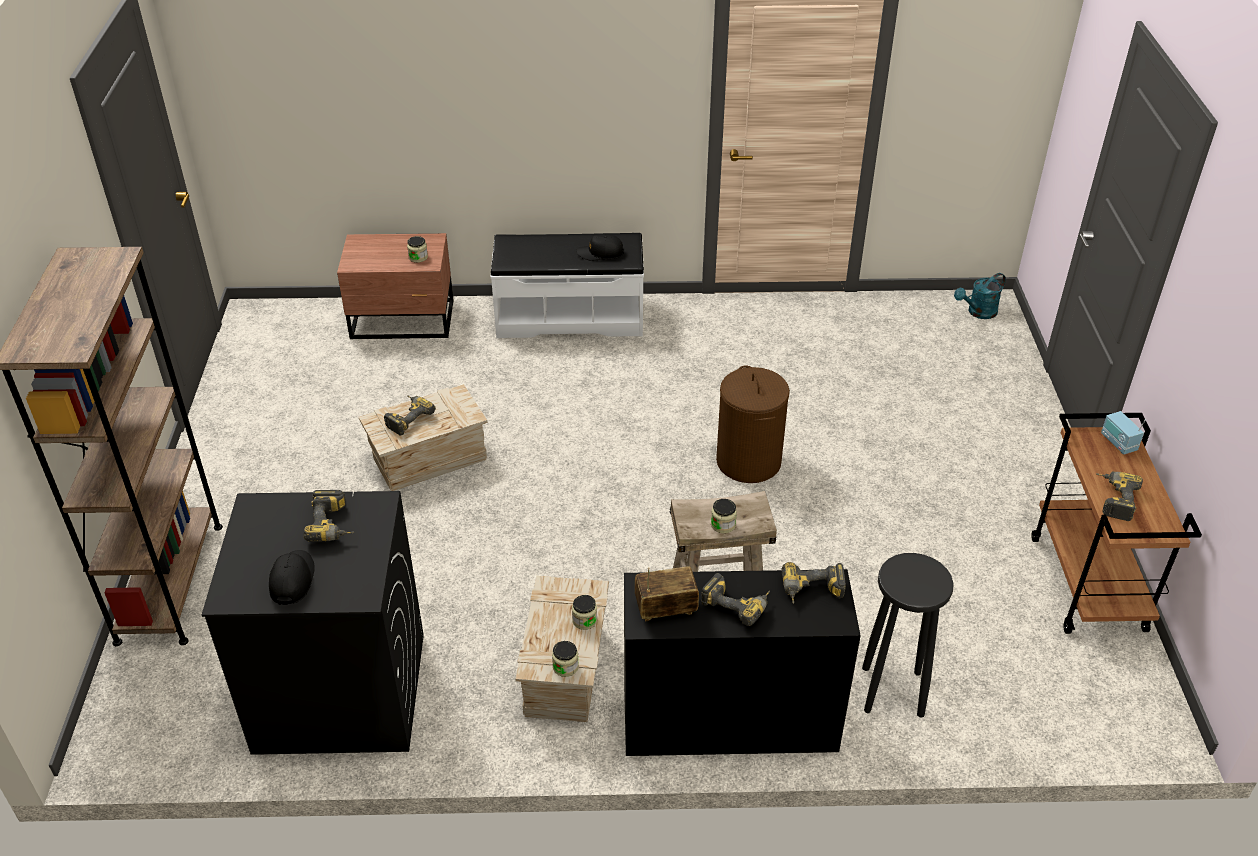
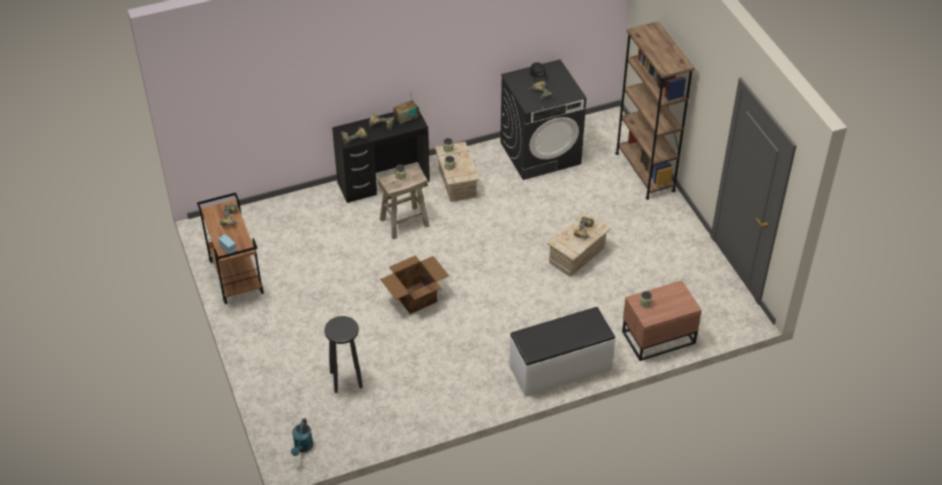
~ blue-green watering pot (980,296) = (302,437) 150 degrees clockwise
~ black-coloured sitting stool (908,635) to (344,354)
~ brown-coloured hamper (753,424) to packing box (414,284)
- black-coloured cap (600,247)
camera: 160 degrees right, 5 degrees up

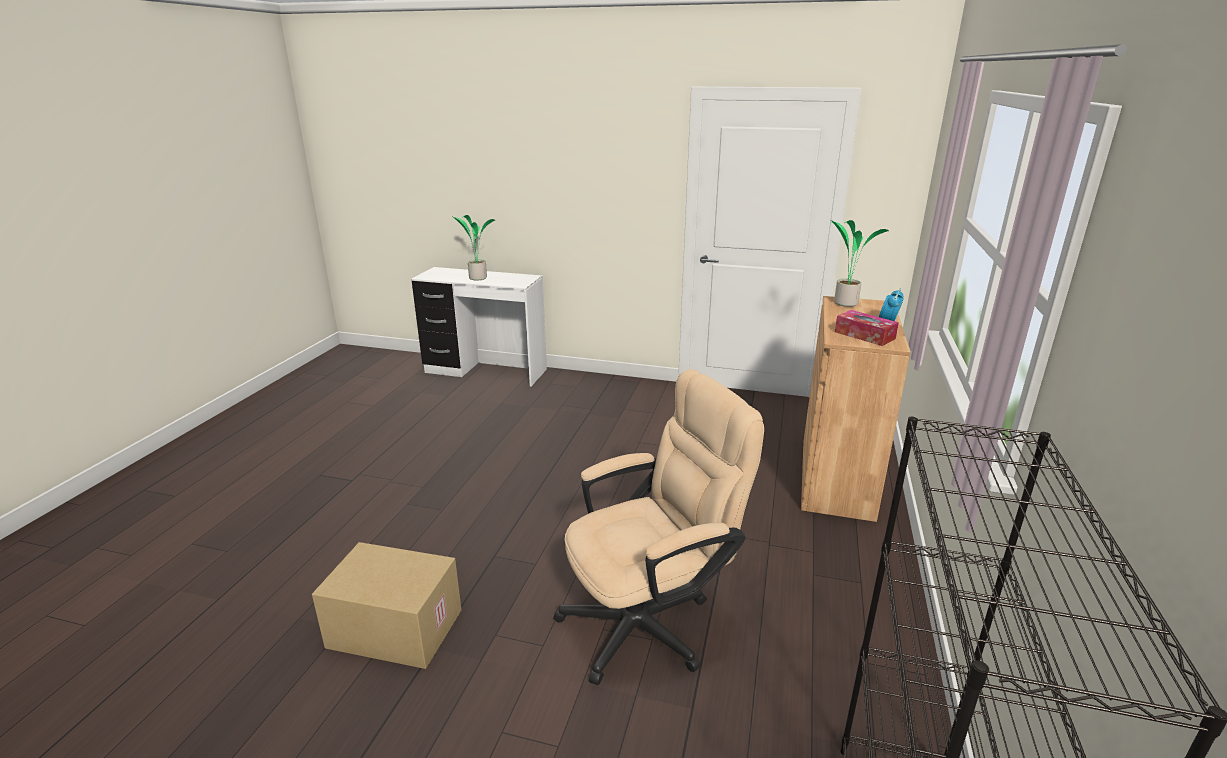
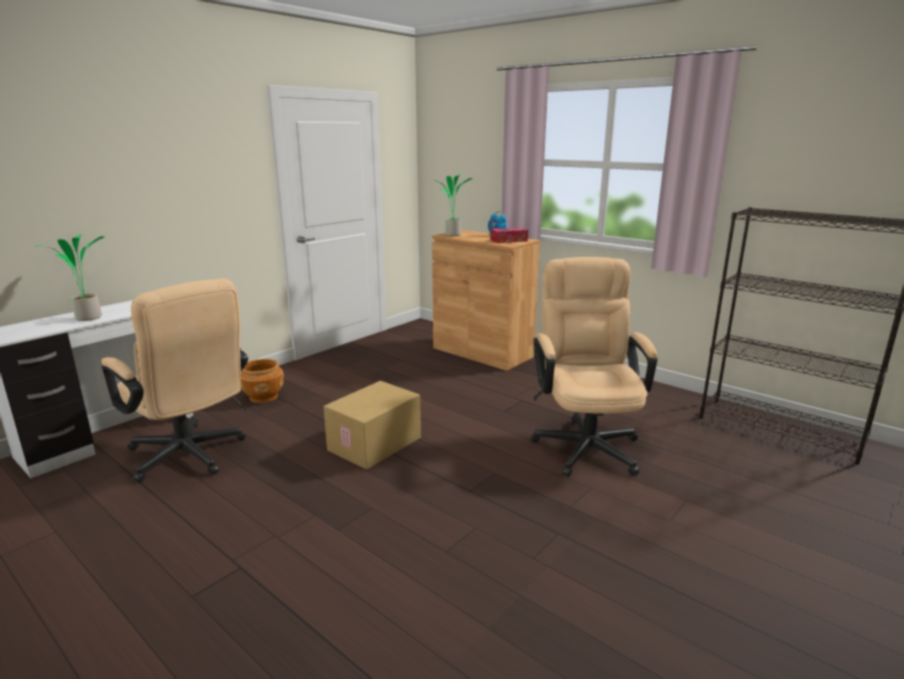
+ beige office chair (174,380)
+ brown-coloured planter (262,381)
~ packing box (386,605) to (372,425)
camera: 65 degrees left, 5 degrees down

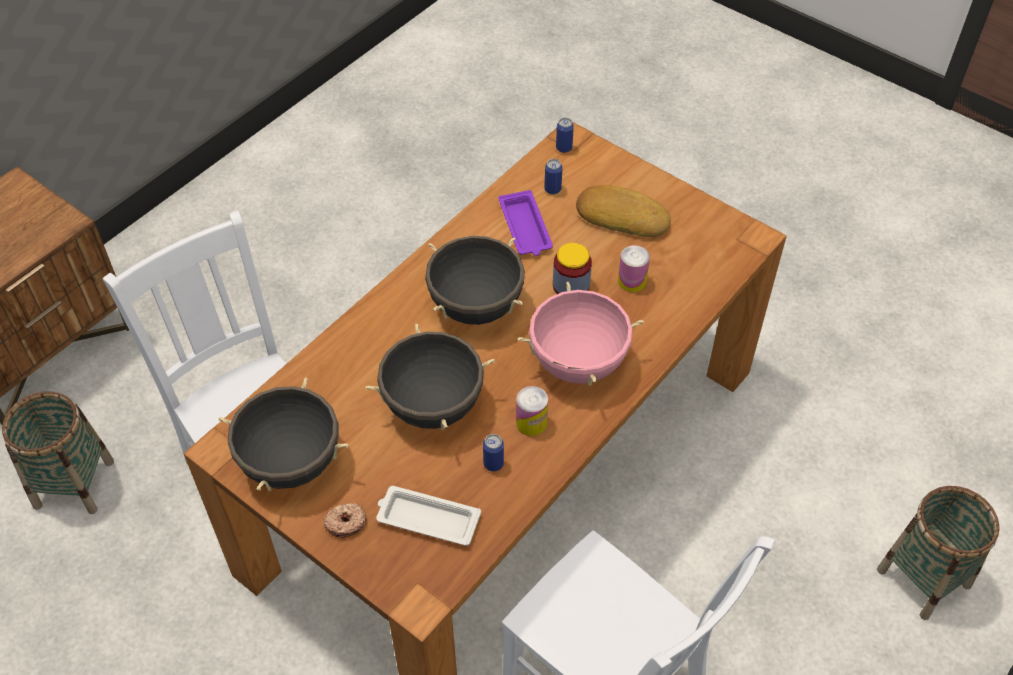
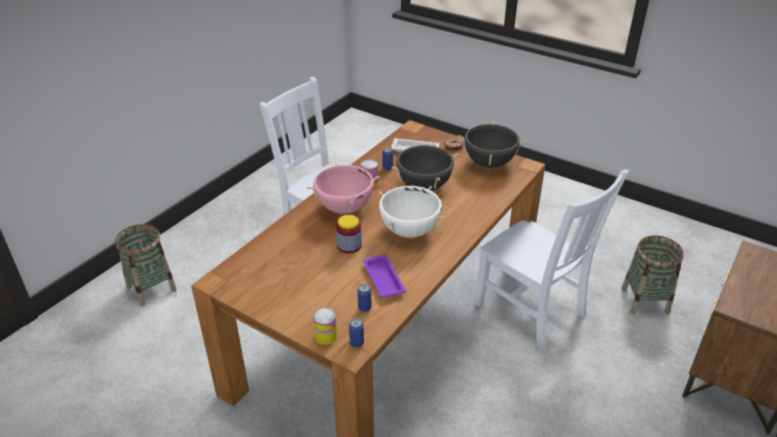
~ metal can (634,268) to (325,326)
~ black-coloured saucepot (475,280) to white-coloured saucepot (411,212)
- bread (623,211)
camera: 175 degrees right, 15 degrees down

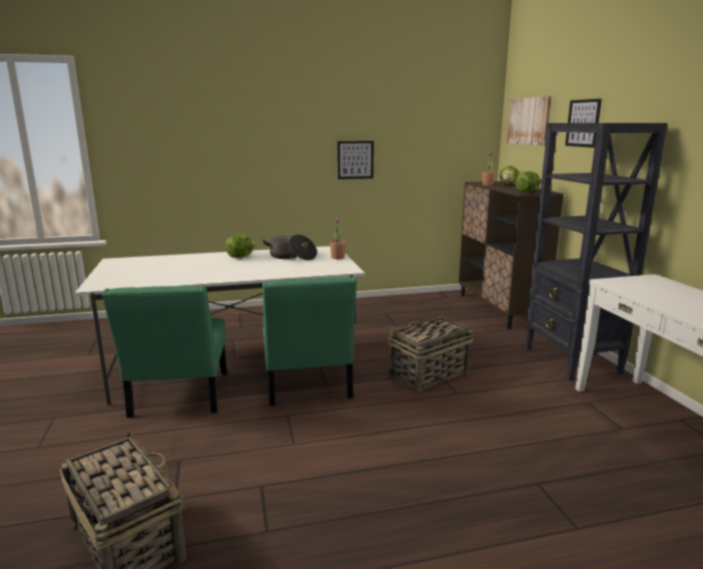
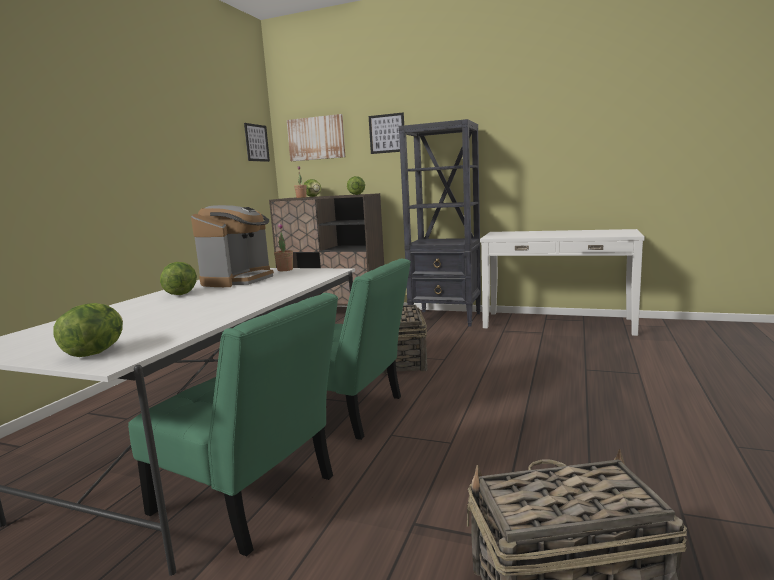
+ lettuce head (88,330)
~ saucepot (289,247) to coffee brewer (232,246)
~ wall art (355,160) to (257,142)
camera: 55 degrees left, 5 degrees down

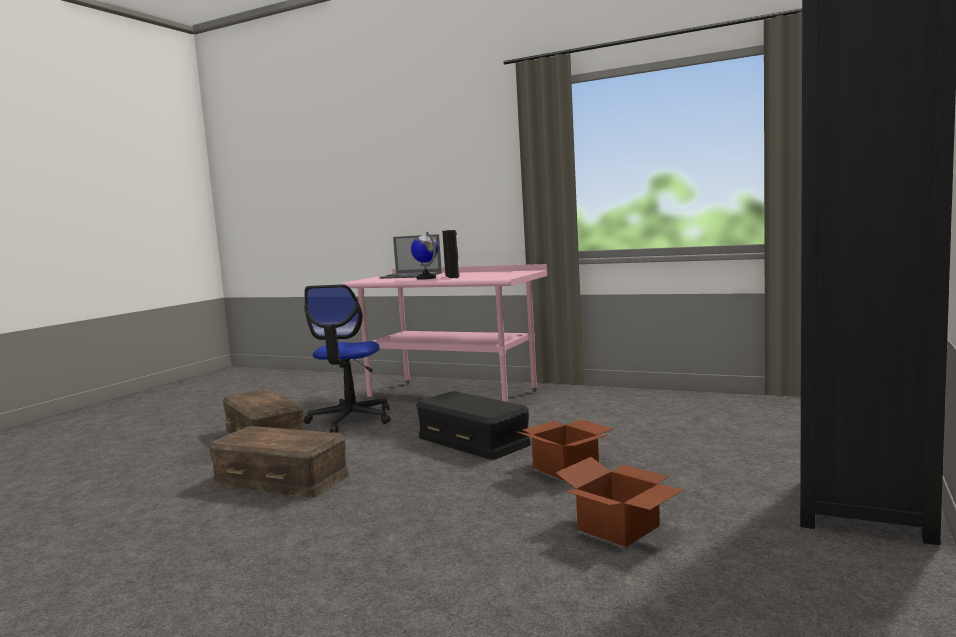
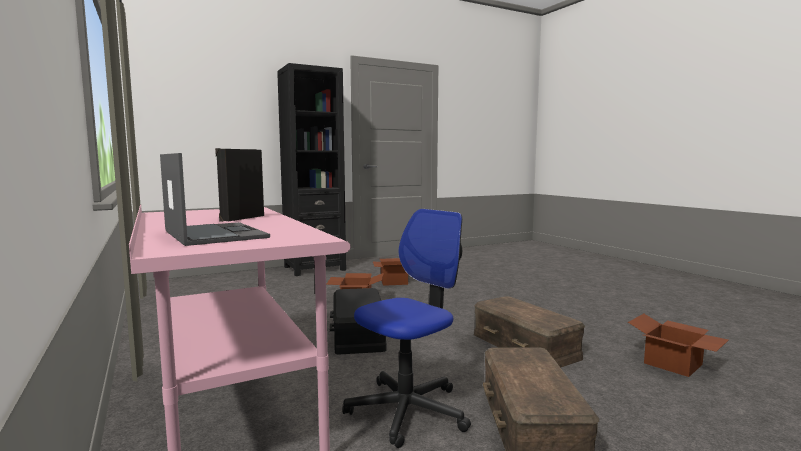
+ packing box (678,345)
- globe (424,256)
camera: 145 degrees left, 0 degrees up

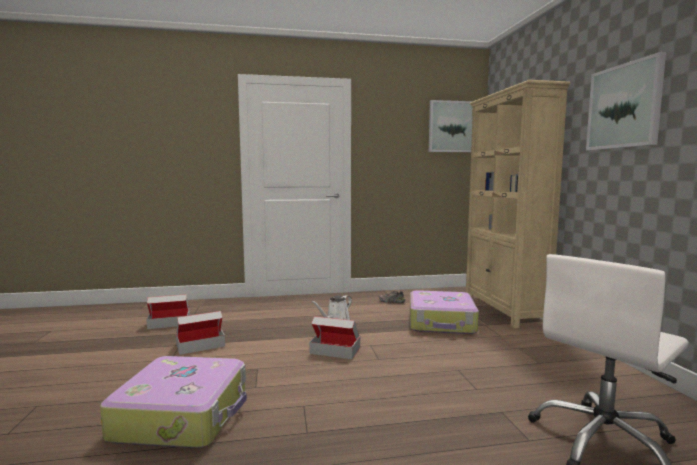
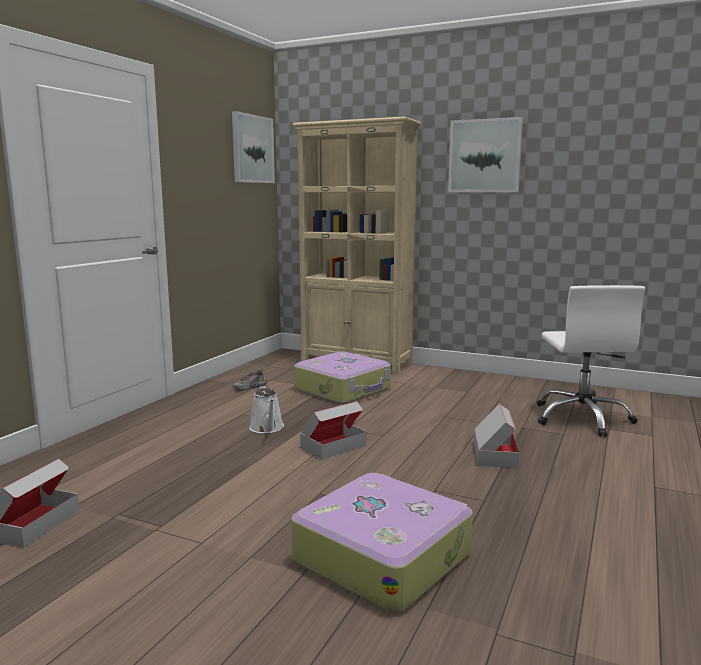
~ packing box (200,333) to (496,436)
camera: 55 degrees left, 5 degrees up

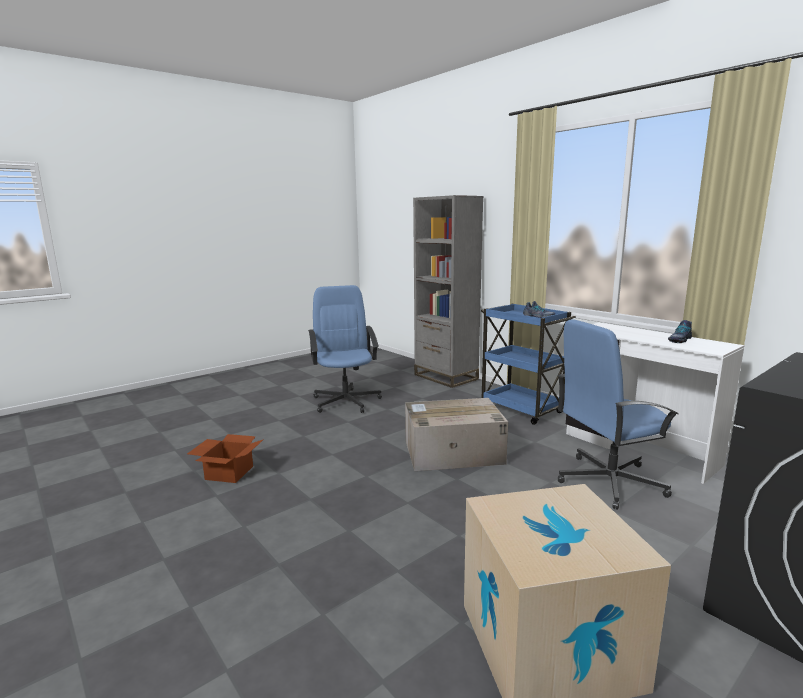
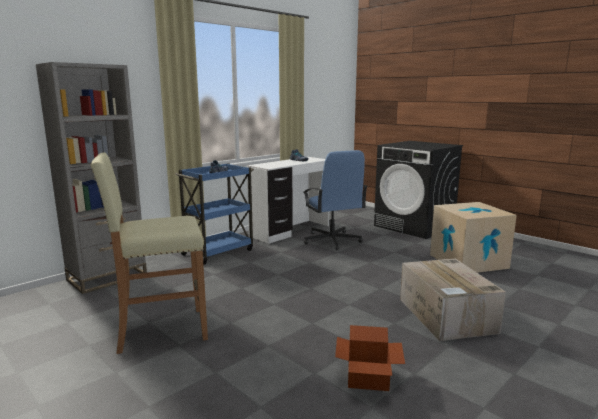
~ blue-coloured office chair (345,349) to beige sitting stool (149,253)
~ packing box (456,434) to (453,300)
camera: 95 degrees left, 0 degrees up

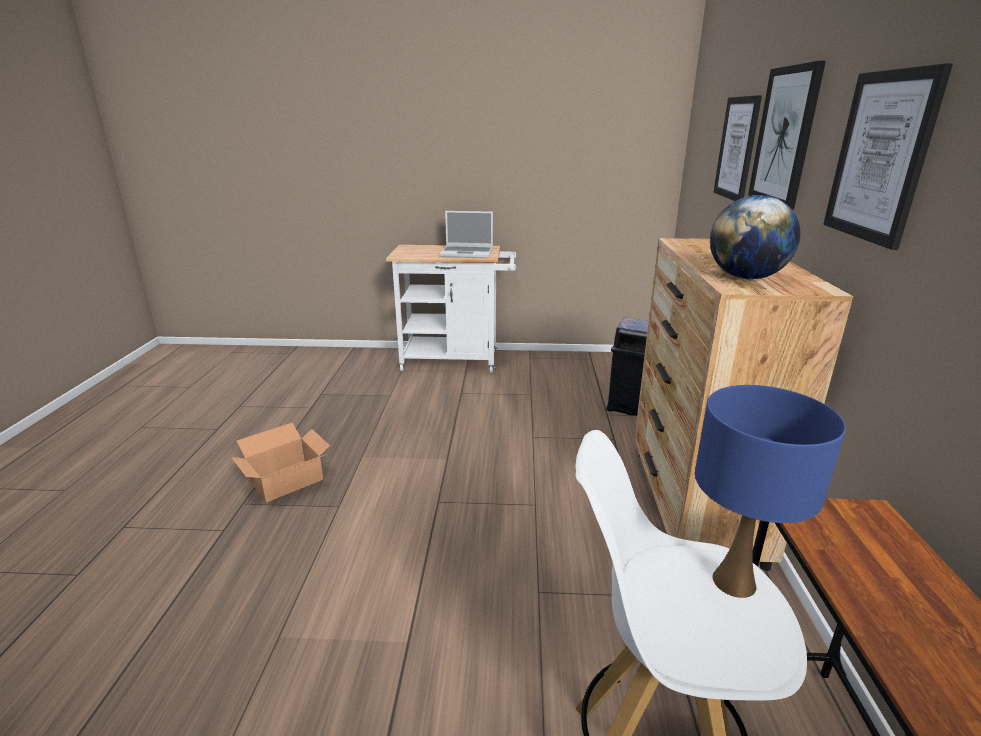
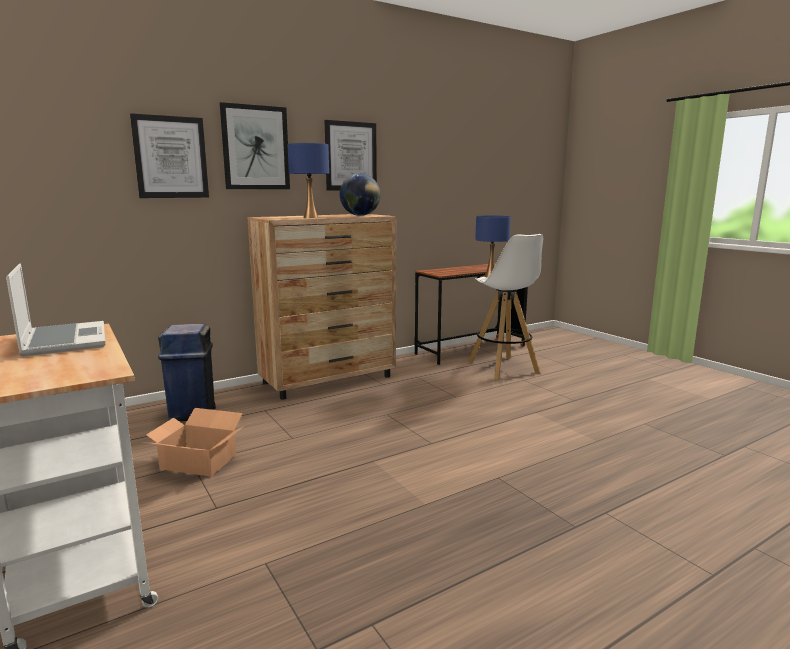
~ packing box (280,462) to (193,442)
+ blue-coloured lamp for a table (308,180)
camera: 125 degrees left, 10 degrees down

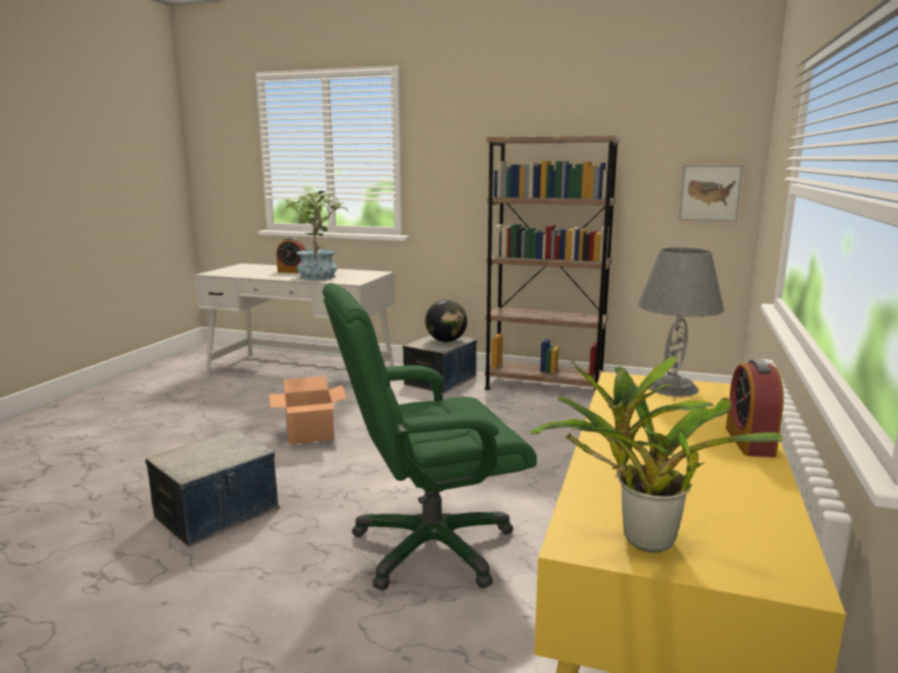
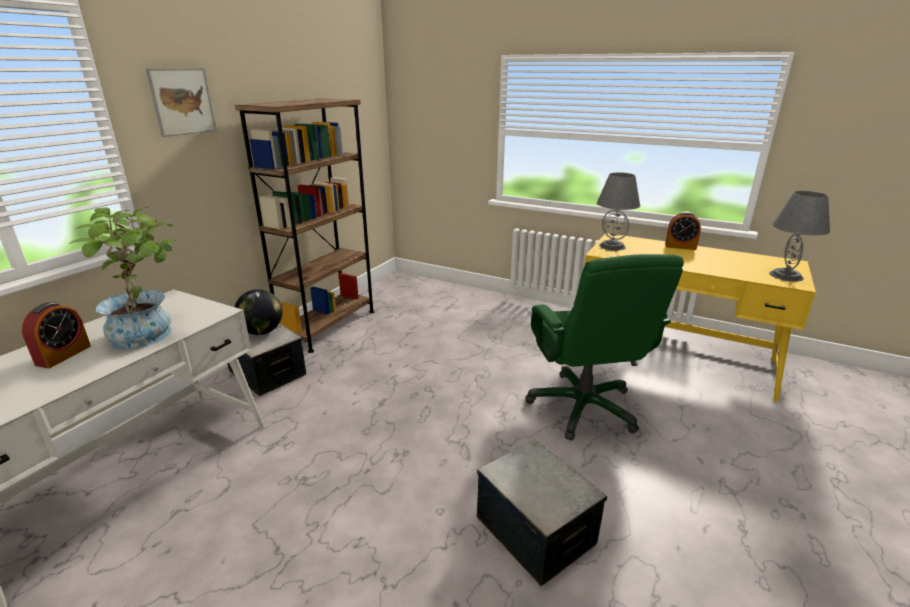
~ wall art (711,193) to (181,102)
~ houseplant (657,454) to greyish lamp for a table (799,236)
- packing box (308,410)
camera: 80 degrees left, 10 degrees up

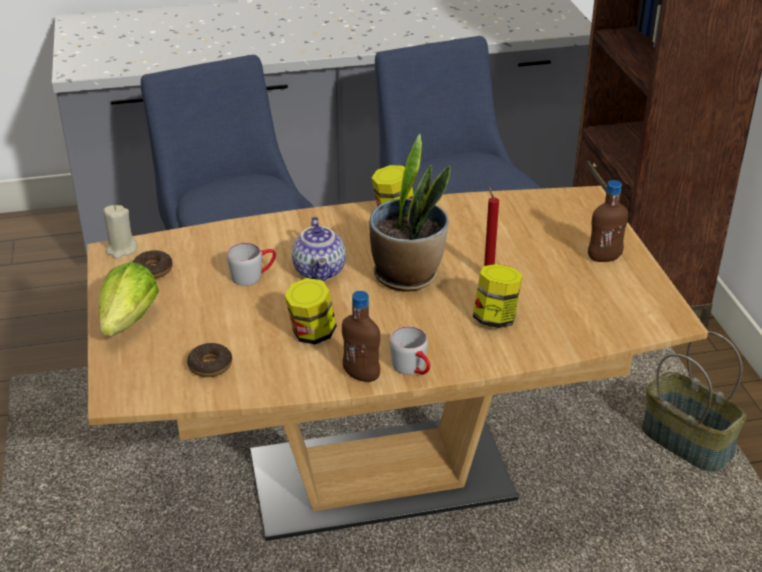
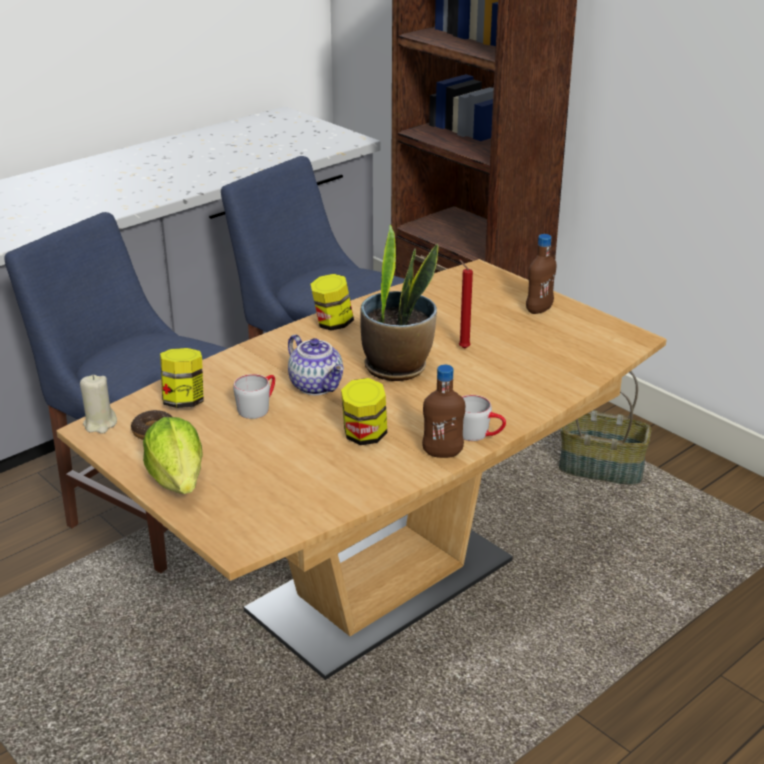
~ preserve jar (498,296) to (182,378)
- donut (209,360)
camera: 30 degrees left, 5 degrees down

